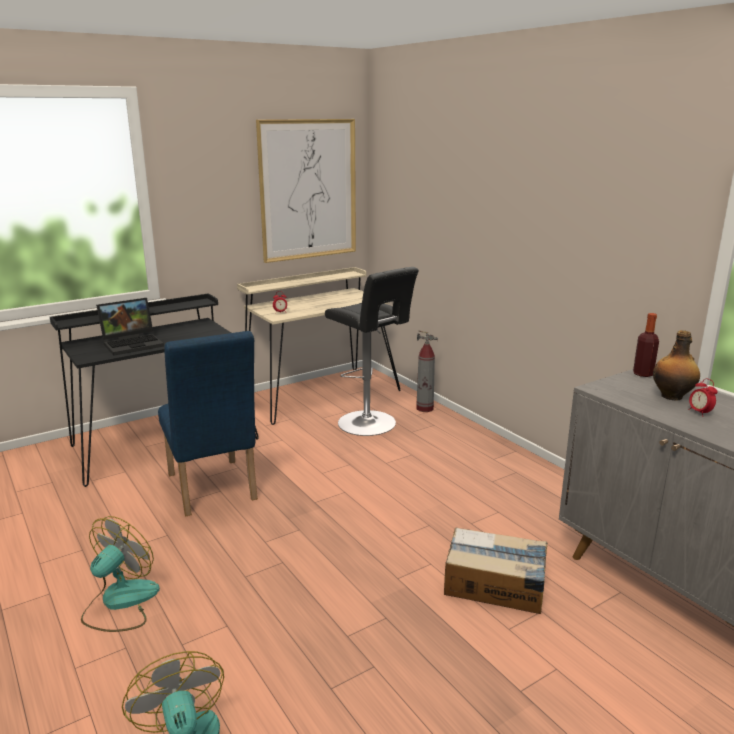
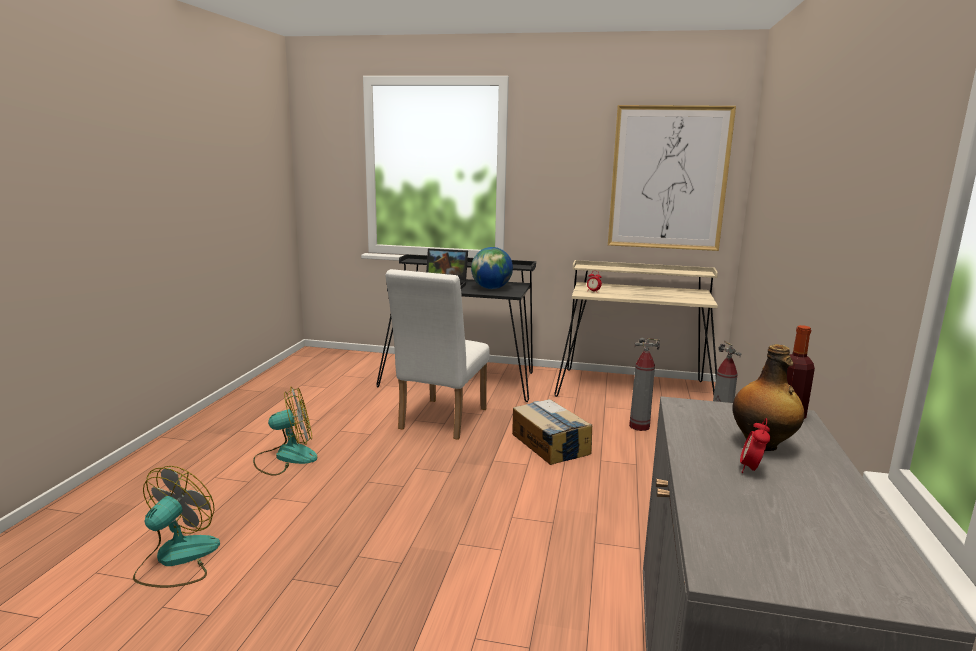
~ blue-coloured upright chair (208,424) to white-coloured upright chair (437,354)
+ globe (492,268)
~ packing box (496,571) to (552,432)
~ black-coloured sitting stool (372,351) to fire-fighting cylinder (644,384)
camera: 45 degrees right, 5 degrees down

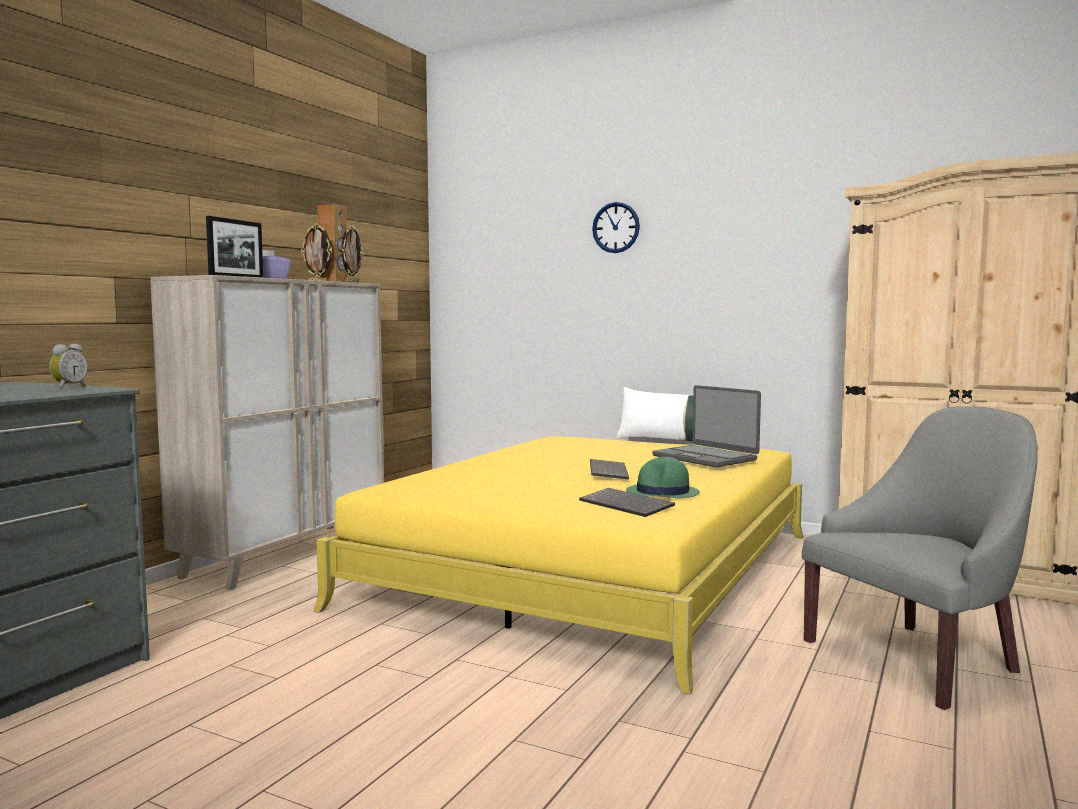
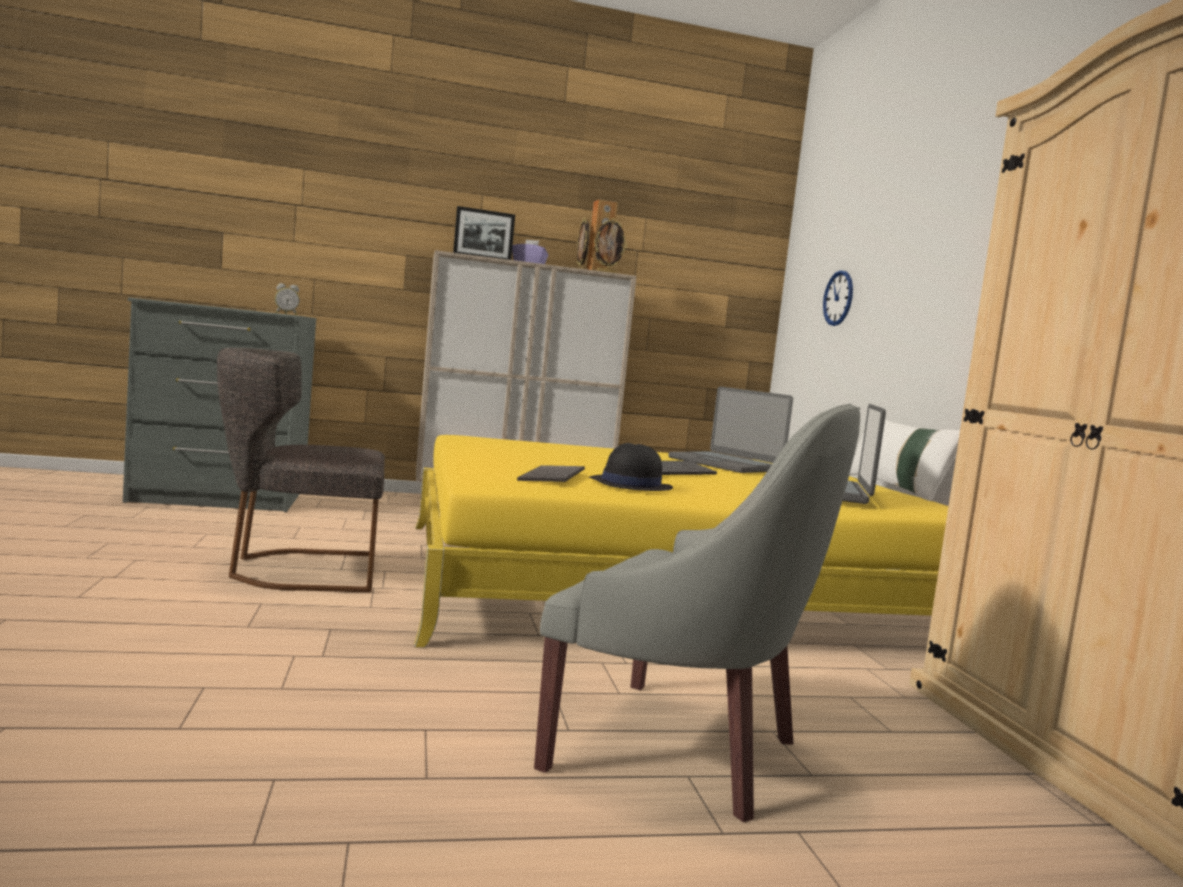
+ greyish upright chair (301,470)
~ green wearable hat (663,477) to black-coloured wearable hat (631,467)
+ notebook computer (731,429)
~ wall clock (616,227) to (838,298)
camera: 50 degrees right, 0 degrees up

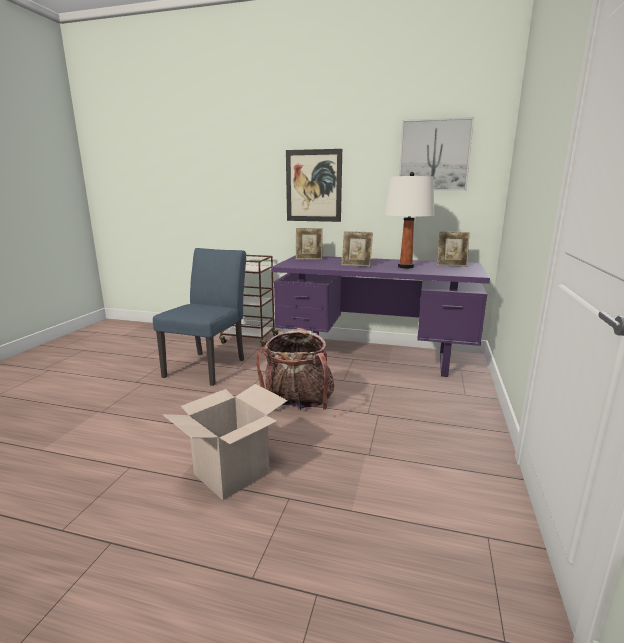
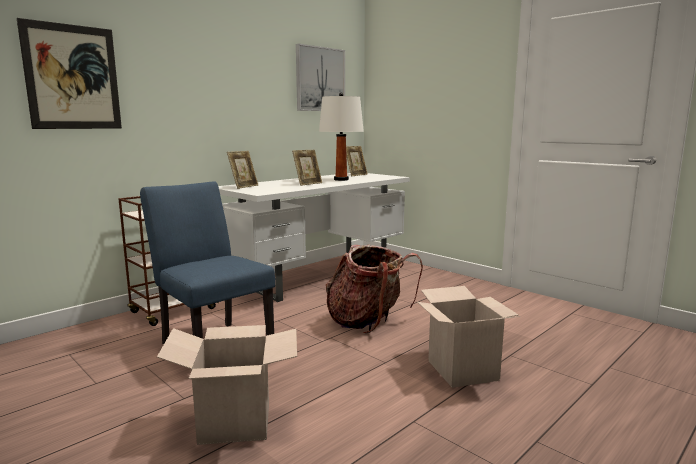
~ wall art (314,185) to (69,73)
+ packing box (227,385)
~ purple-coloured desk unit (380,316) to white-coloured desk unit (314,237)
camera: 60 degrees left, 5 degrees down

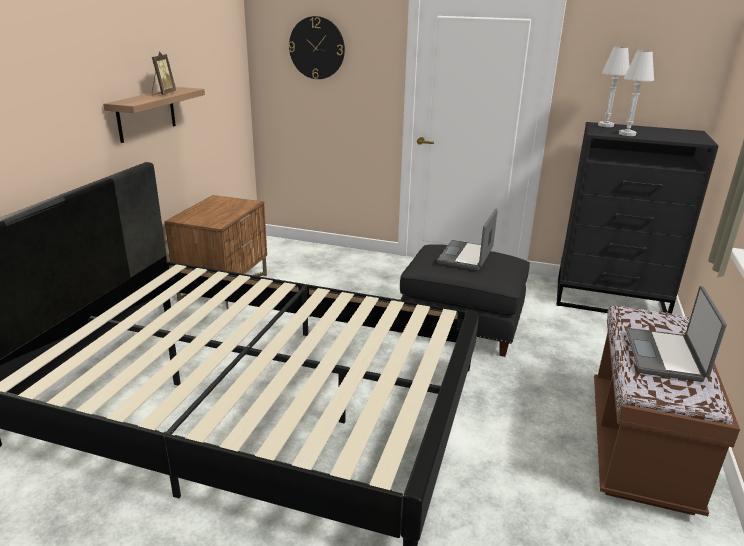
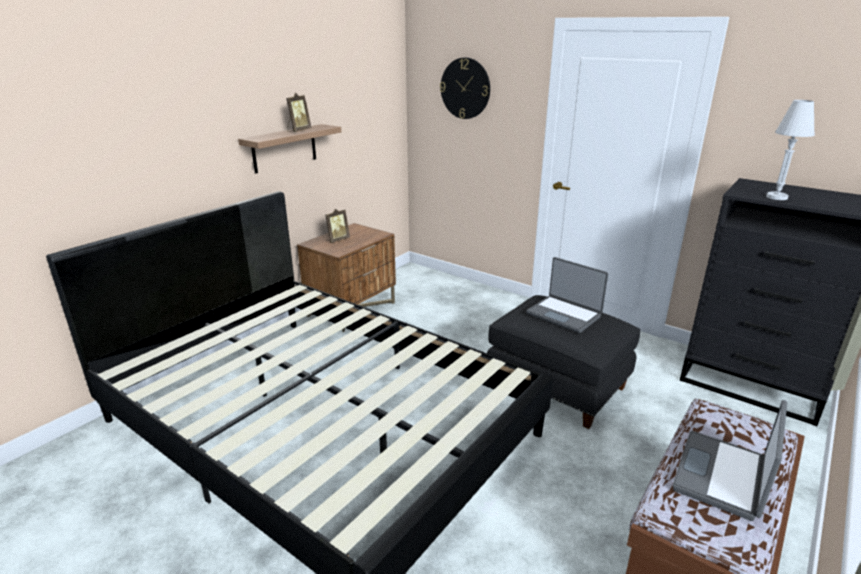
+ standing frame (338,226)
~ notebook computer (467,239) = (567,295) 90 degrees counterclockwise
- white-coloured lamp for a table (613,87)
camera: 20 degrees right, 0 degrees up

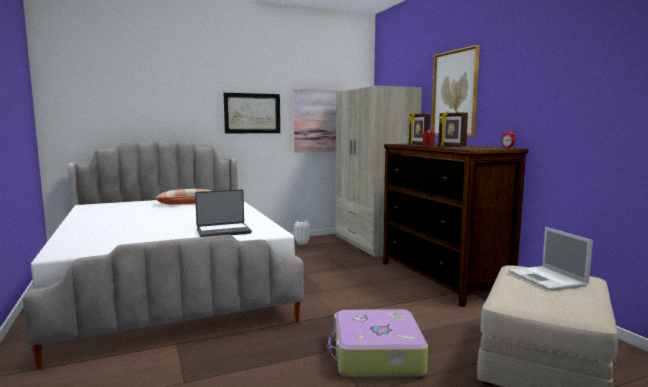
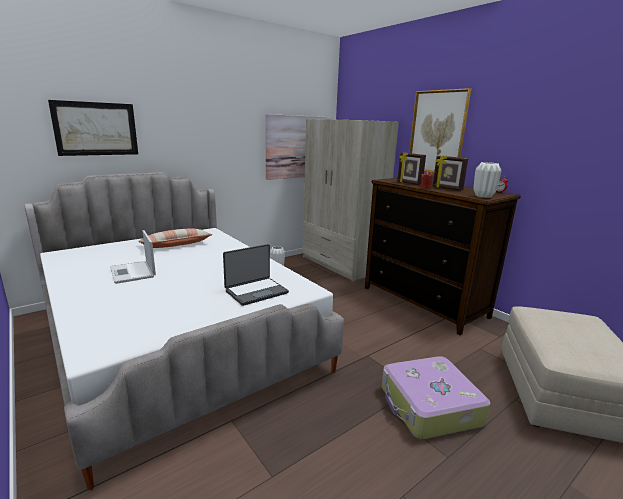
~ wall art (252,113) to (93,128)
~ notebook computer (551,259) to (133,257)
+ white-coloured decorative vase (487,180)
camera: 15 degrees left, 10 degrees up

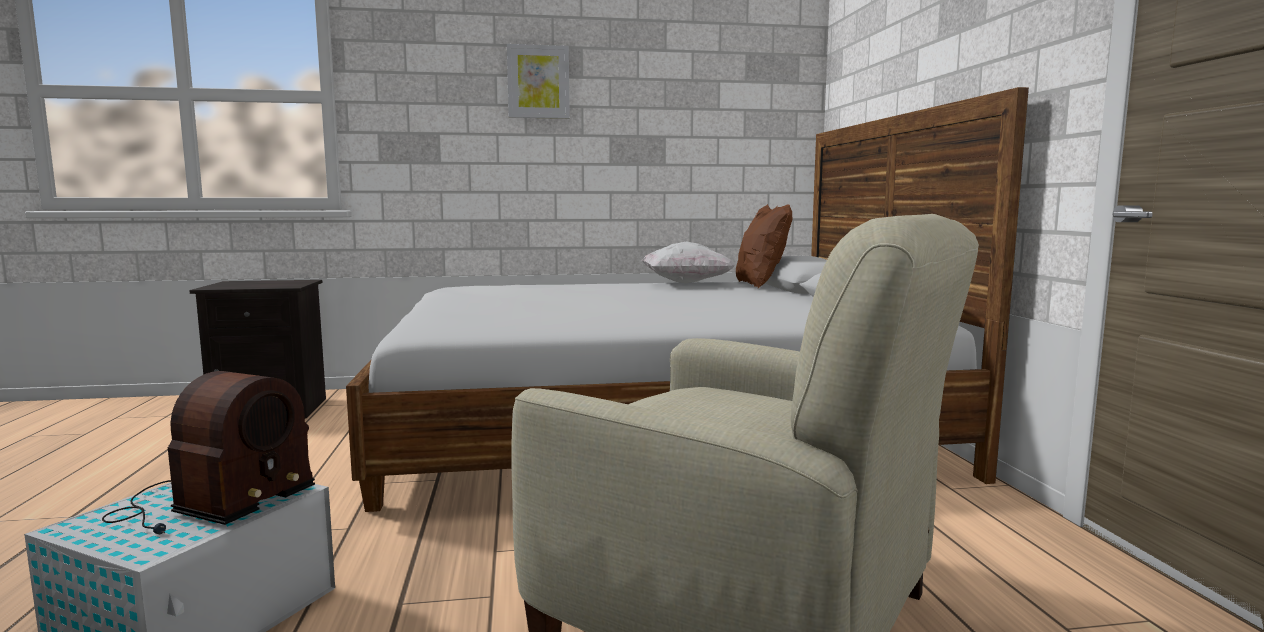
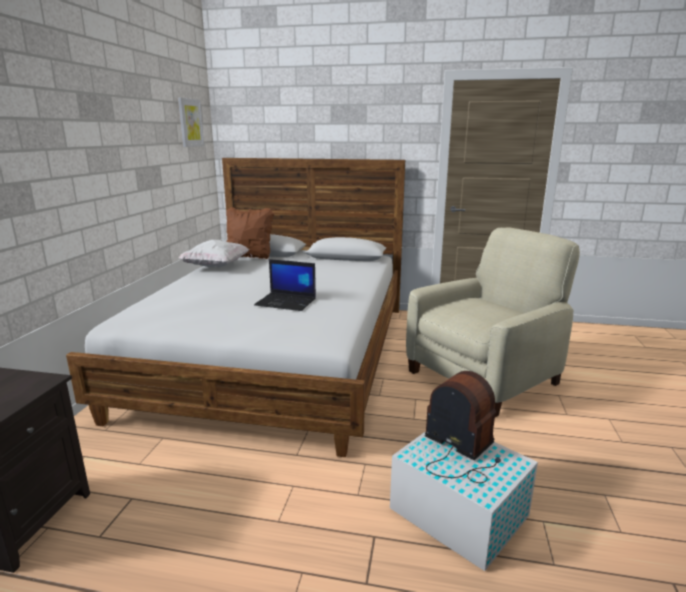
~ wall art (538,81) to (191,122)
+ notebook computer (285,285)
camera: 70 degrees left, 10 degrees up

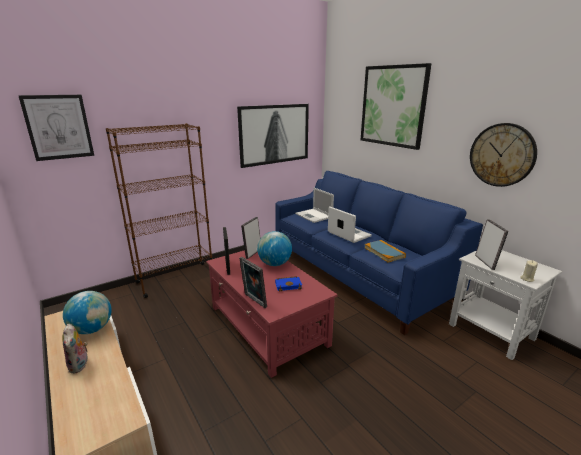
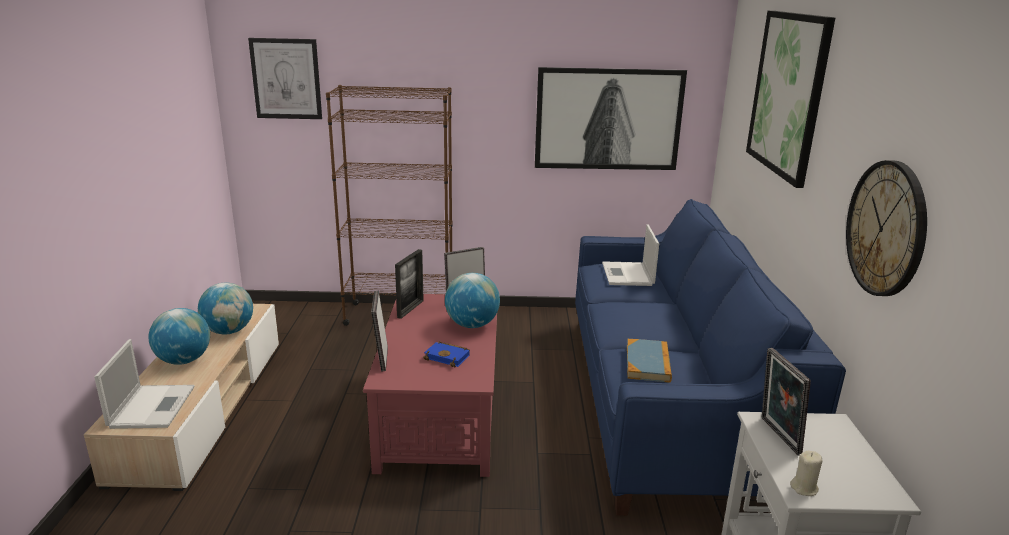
~ notebook computer (350,224) to (144,384)
~ cuddly toy (75,349) to globe (179,336)
~ standing frame (491,244) = (786,401) 135 degrees clockwise
camera: 35 degrees right, 0 degrees up

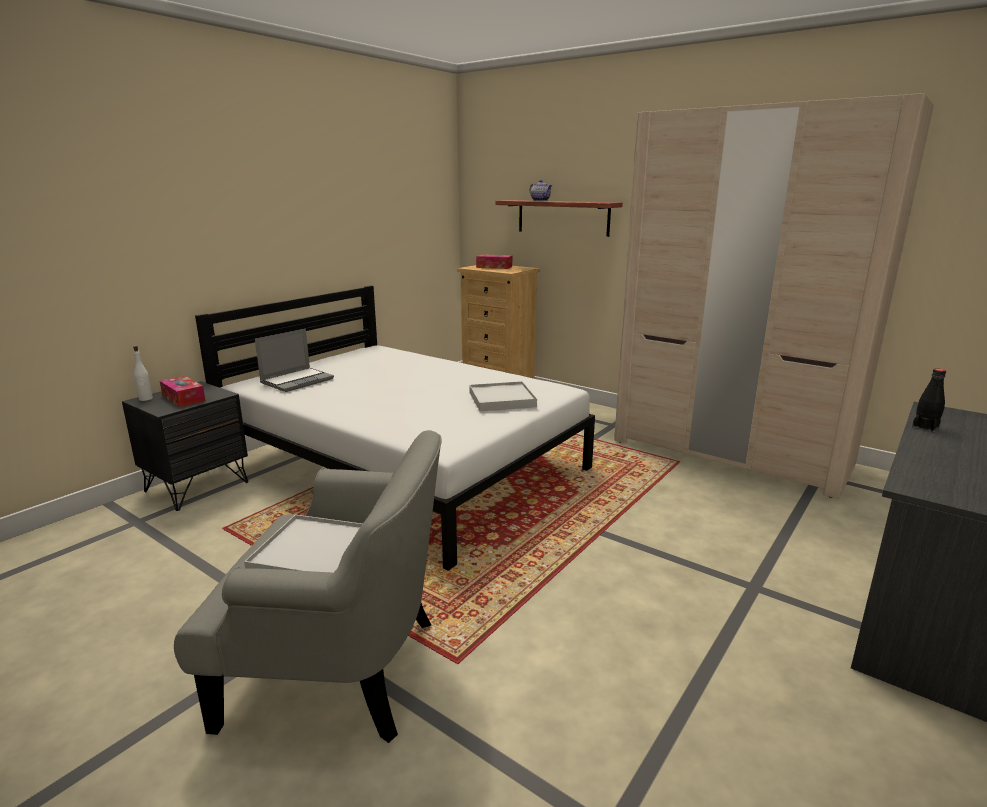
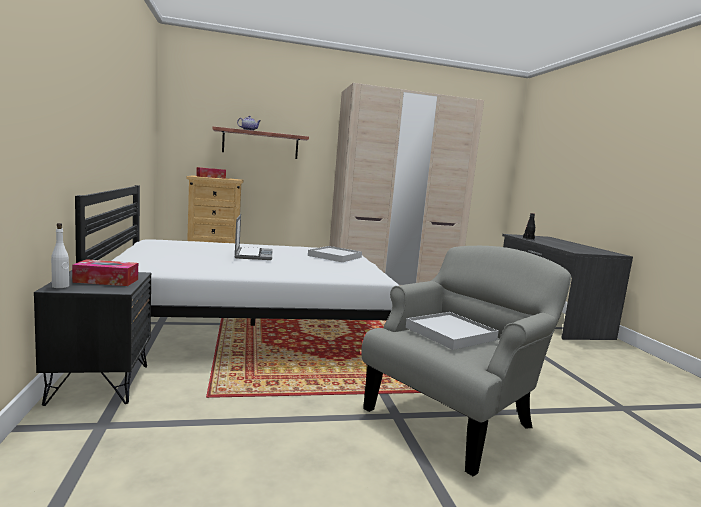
~ notebook computer (294,360) to (253,237)
camera: 50 degrees left, 10 degrees down

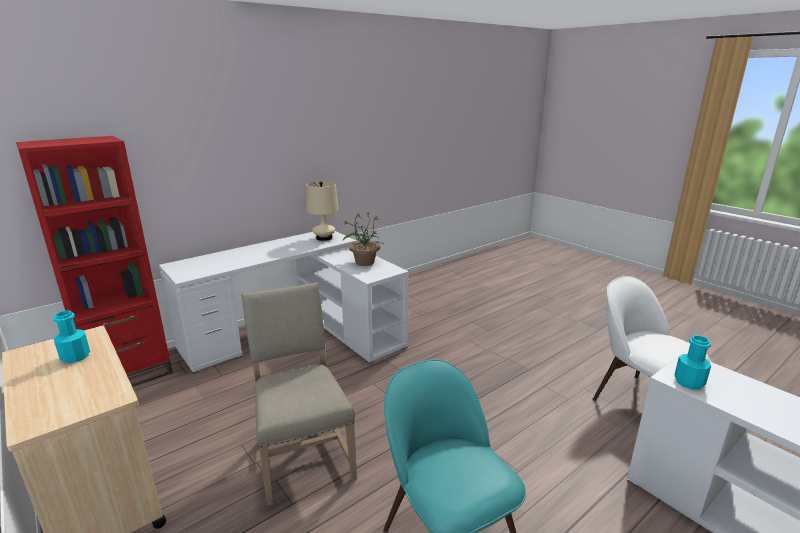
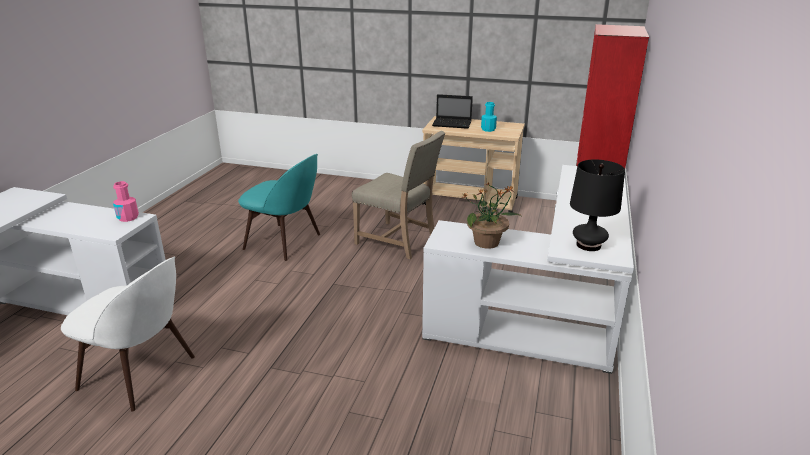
~ blue-green beverage bottle (692,362) to pink beverage bottle (126,201)
+ notebook computer (452,111)
~ beige lamp for a table (322,211) to black-coloured lamp for a table (597,205)
camera: 145 degrees right, 5 degrees up

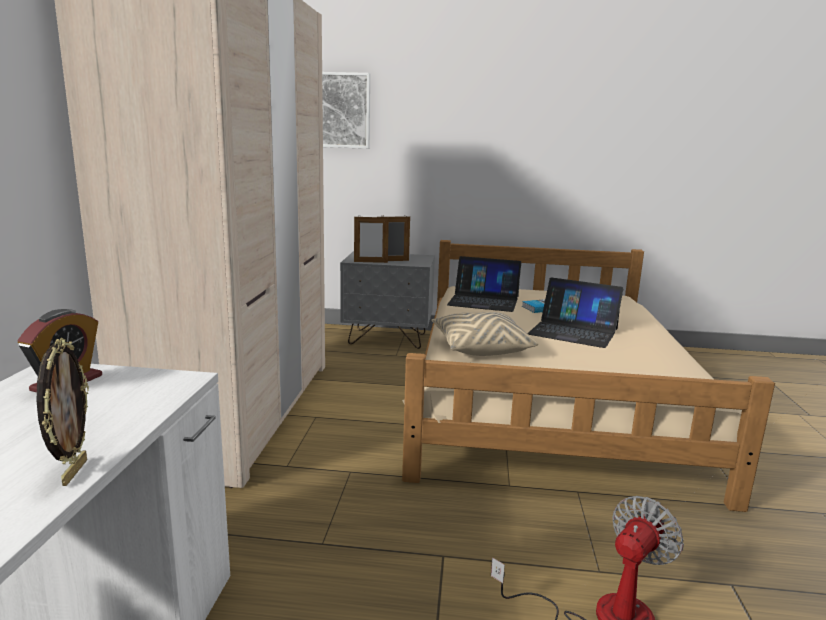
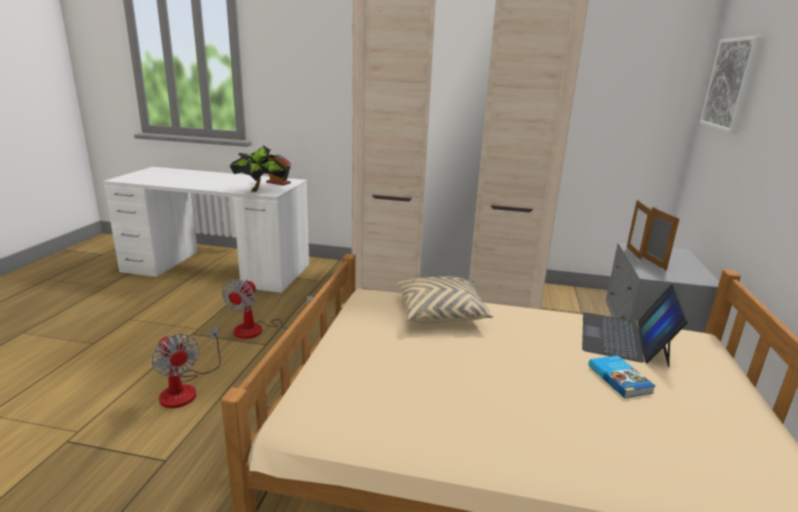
+ fan (267,309)
+ houseplant (258,169)
- standing frame (63,412)
- notebook computer (575,312)
camera: 95 degrees right, 5 degrees up

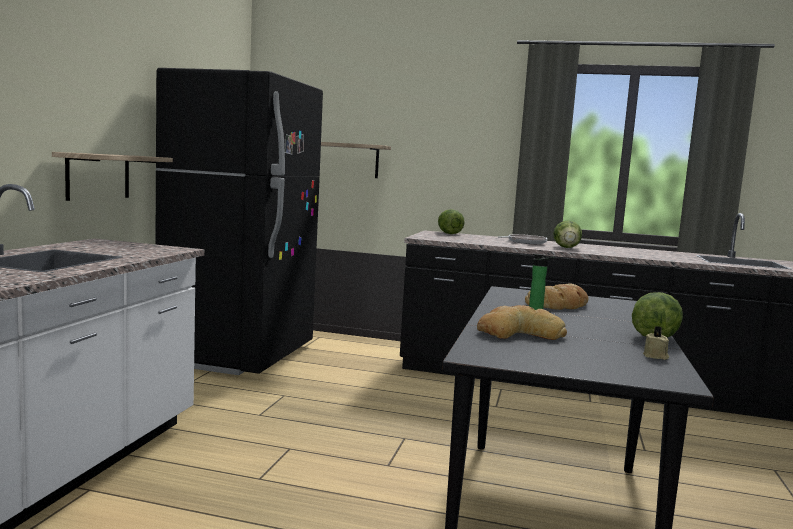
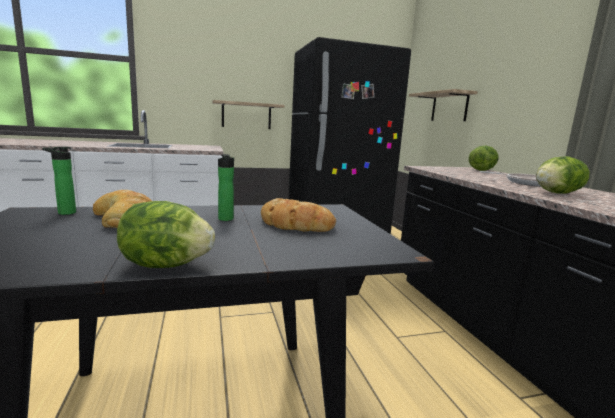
+ beverage bottle (59,180)
- beige candle (656,343)
camera: 60 degrees right, 5 degrees up

